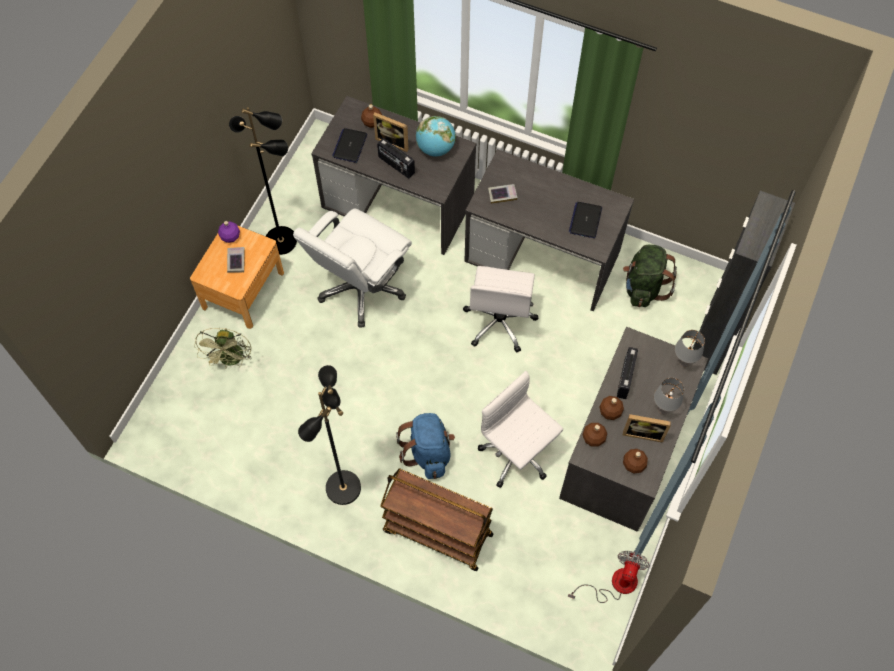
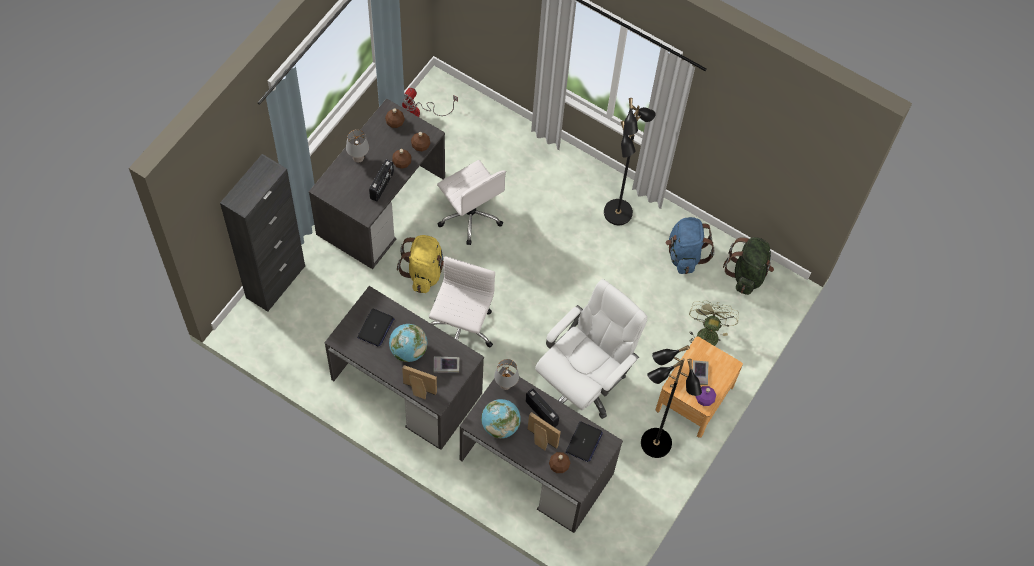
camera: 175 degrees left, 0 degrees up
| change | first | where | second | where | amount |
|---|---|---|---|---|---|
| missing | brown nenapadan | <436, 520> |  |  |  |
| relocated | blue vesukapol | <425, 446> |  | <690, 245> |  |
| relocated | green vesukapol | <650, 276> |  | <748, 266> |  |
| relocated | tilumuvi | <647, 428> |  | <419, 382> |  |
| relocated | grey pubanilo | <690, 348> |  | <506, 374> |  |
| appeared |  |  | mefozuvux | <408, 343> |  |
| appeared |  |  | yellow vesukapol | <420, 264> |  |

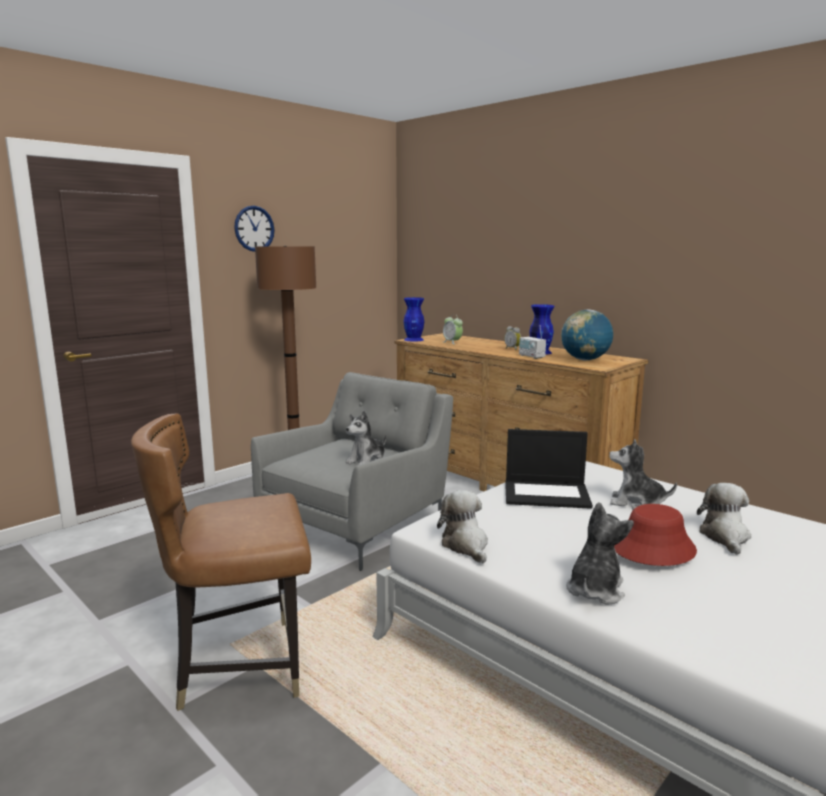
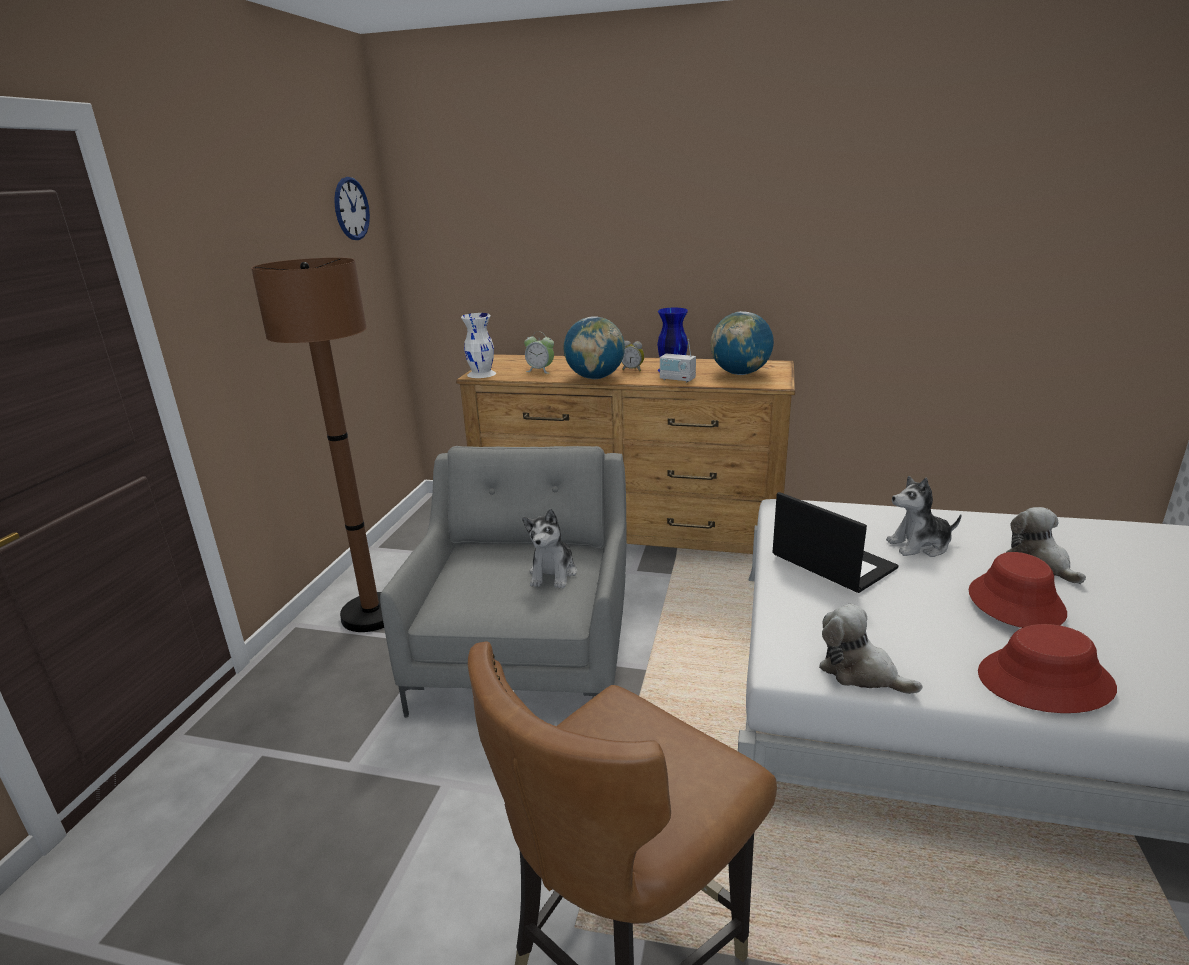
camera: 30 degrees left, 10 degrees up
| change | first | where | second | where | amount |
|---|---|---|---|---|---|
| relocated | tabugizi | <254, 229> |  | <352, 208> |  |
| colour | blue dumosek | <414, 319> | white dumosek | <478, 345> |  |
| spun | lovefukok | <549, 469> |  | <836, 542> | 105 degrees counterclockwise |
| exchanged | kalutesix | <600, 553> | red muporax | <1047, 668> |  |
| appeared |  |  | mefozuvux | <594, 347> |  |

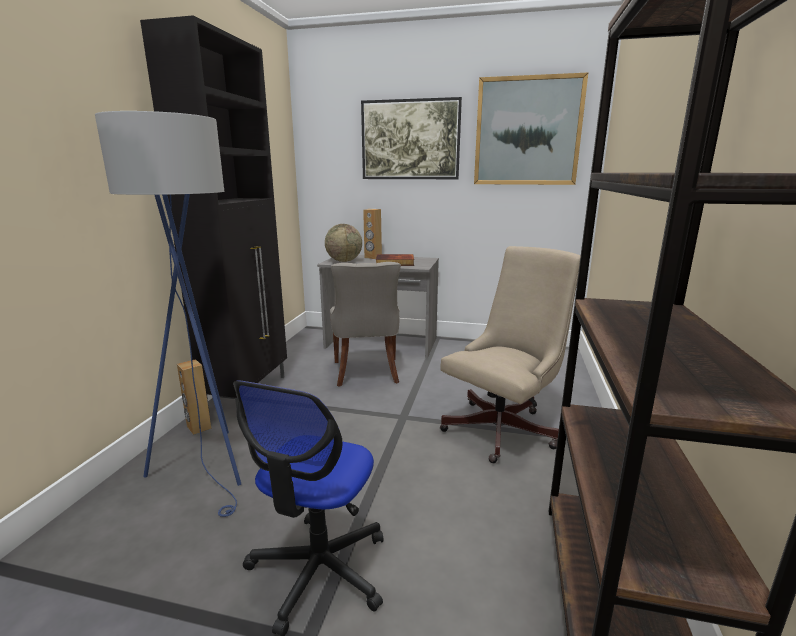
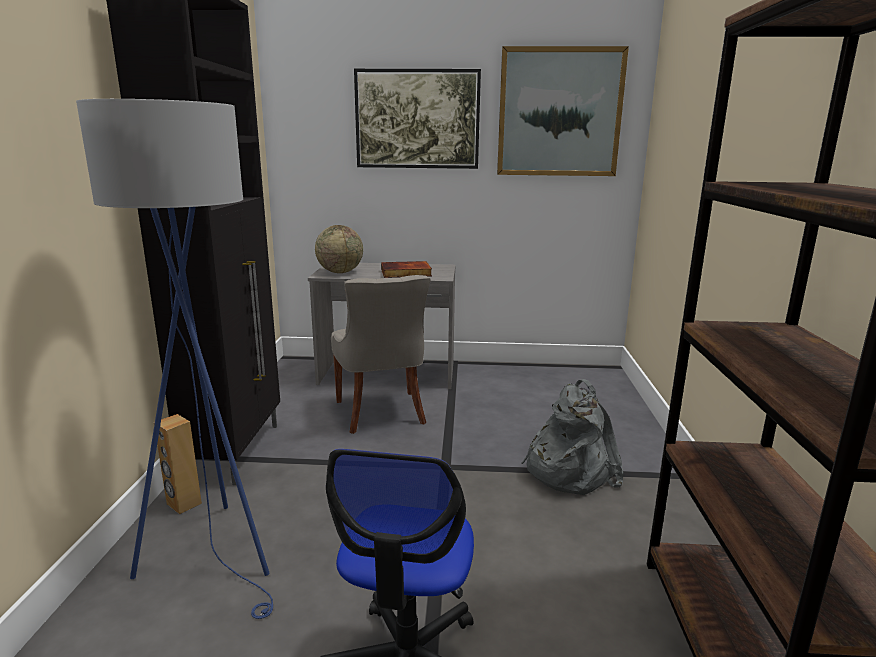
camera: 10 degrees left, 0 degrees up
| change | first | where | second | where | amount |
|---|---|---|---|---|---|
| missing | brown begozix | <372, 234> |  |  |  |
| exchanged | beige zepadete | <510, 354> | grey vesukapol | <572, 437> |  |

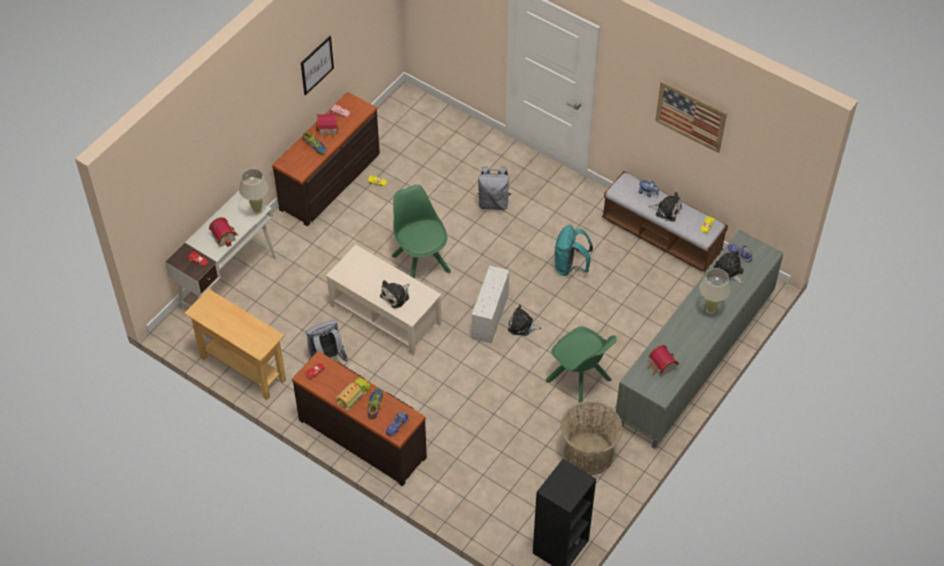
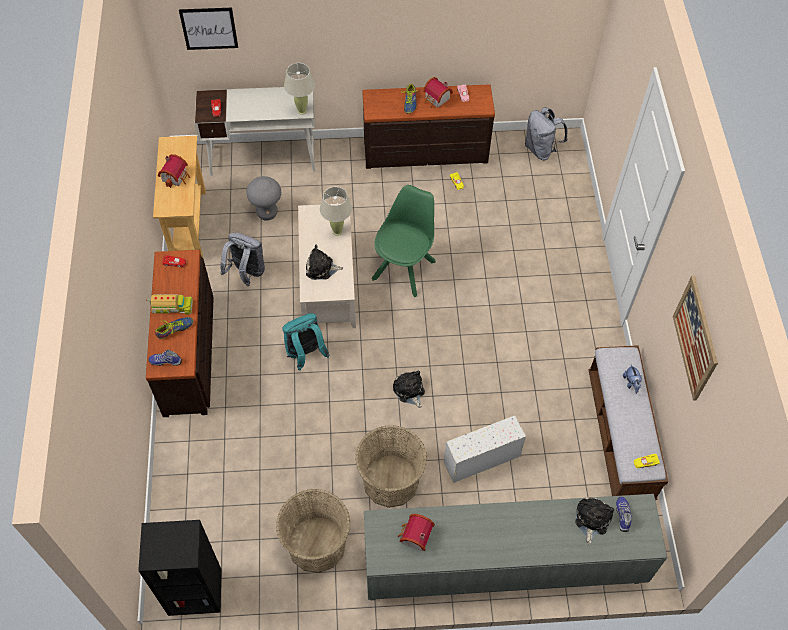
camera: 50 degrees right, 5 degrees up
| change | first | where | second | where | amount |
|---|---|---|---|---|---|
| relocated | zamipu | <223, 232> |  | <174, 171> |  |
| relocated | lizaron | <317, 65> |  | <208, 29> |  |
| relocated | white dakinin | <490, 304> |  | <485, 449> |  |
| relocated | grey vesukapol | <494, 188> |  | <546, 133> |  |
| exchanged | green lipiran | <581, 366> | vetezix | <391, 466> |  |
| relocated | turquoise vesukapol | <574, 250> |  | <306, 341> |  |
| missing | kalutesix | <665, 207> |  |  |  |
| relocated | beige pubanilo | <714, 291> |  | <336, 211> |  |
| appeared |  |  | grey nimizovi | <263, 198> |  |

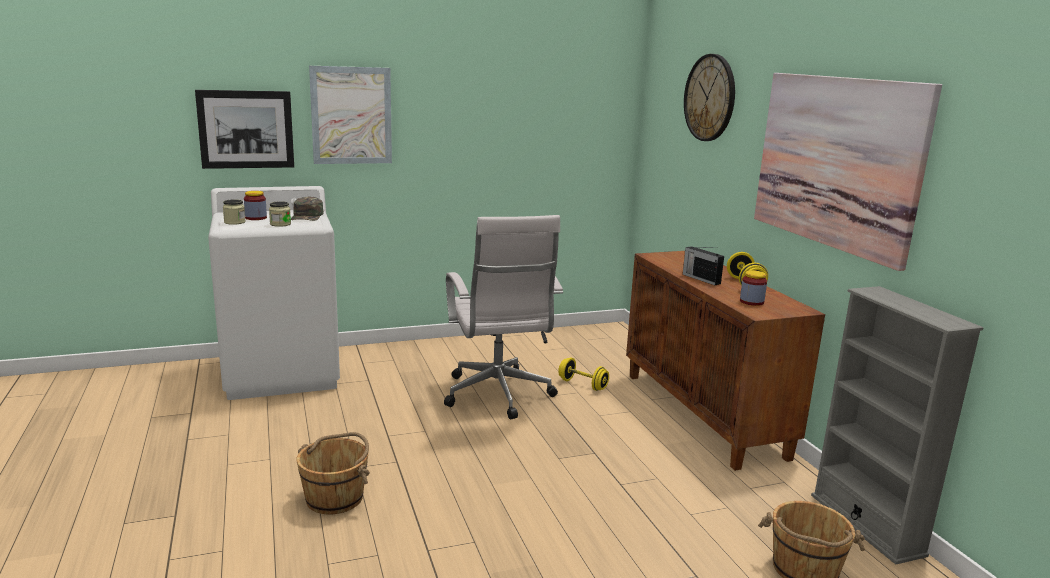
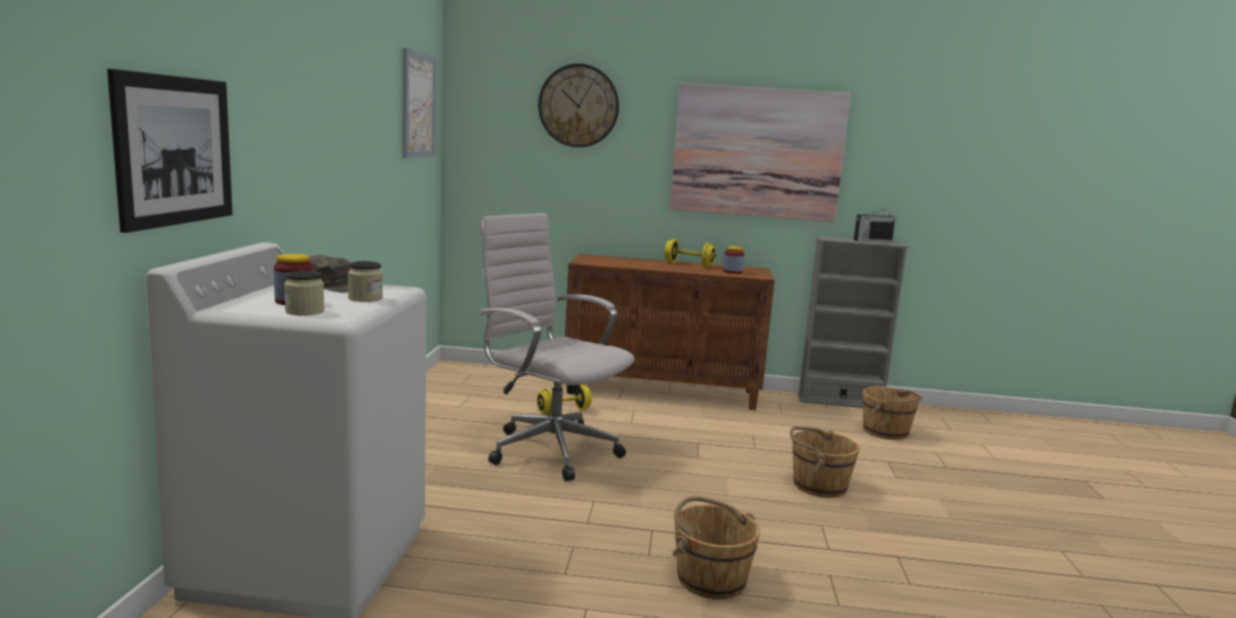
camera: 65 degrees left, 5 degrees down
| change | first | where | second | where | amount |
|---|---|---|---|---|---|
| relocated | lizaron | <350, 115> |  | <419, 103> |  |
| spun | white zepadete | <503, 317> |  | <557, 347> | 150 degrees counterclockwise |
| relocated | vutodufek | <703, 265> |  | <875, 225> |  |
| appeared |  |  | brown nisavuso | <825, 462> |  |

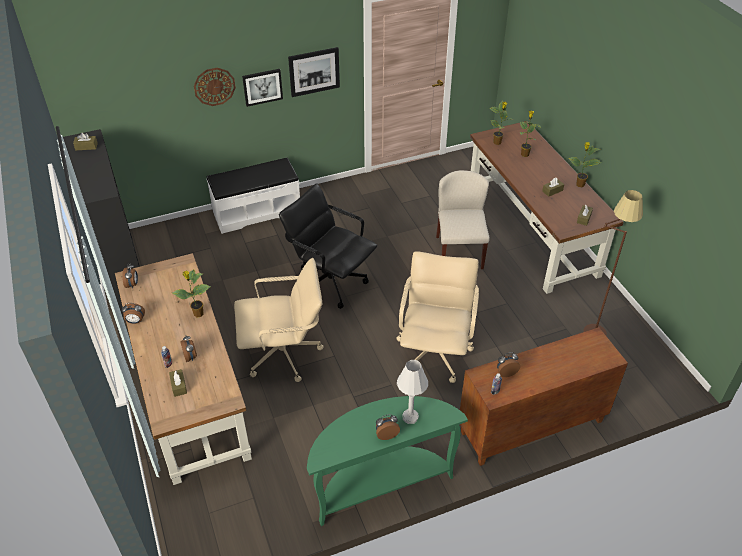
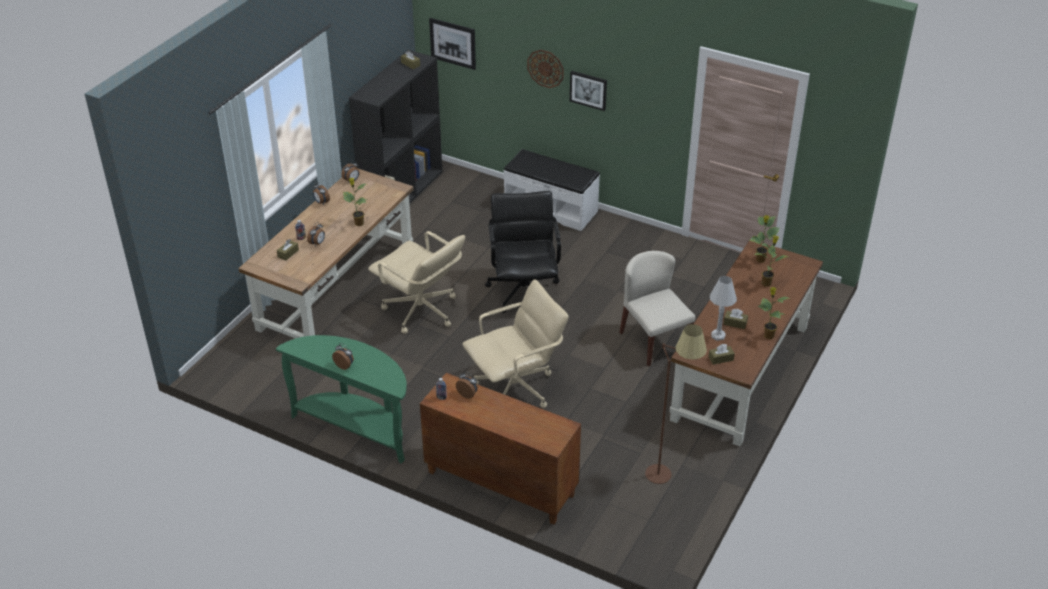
camera: 50 degrees right, 5 degrees down
| change | first | where | second | where | amount |
|---|---|---|---|---|---|
| relocated | lizaron | <314, 72> |  | <452, 44> |  |
| relocated | white pubanilo | <412, 392> |  | <723, 308> |  |
| spun | beige lipiran | <463, 219> |  | <657, 308> | 75 degrees counterclockwise |

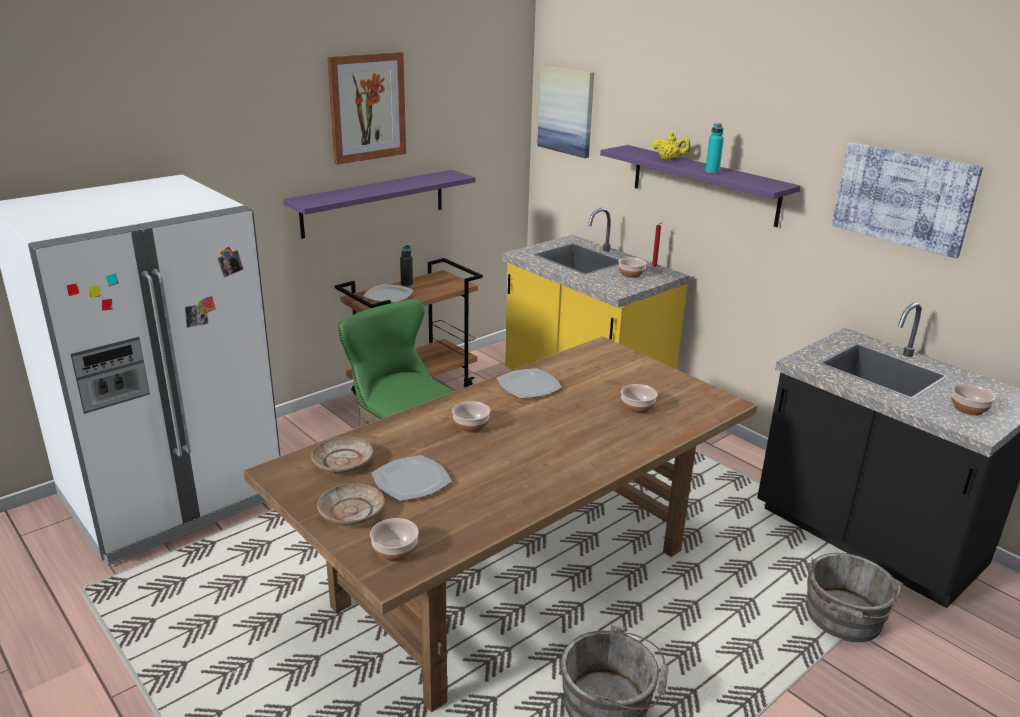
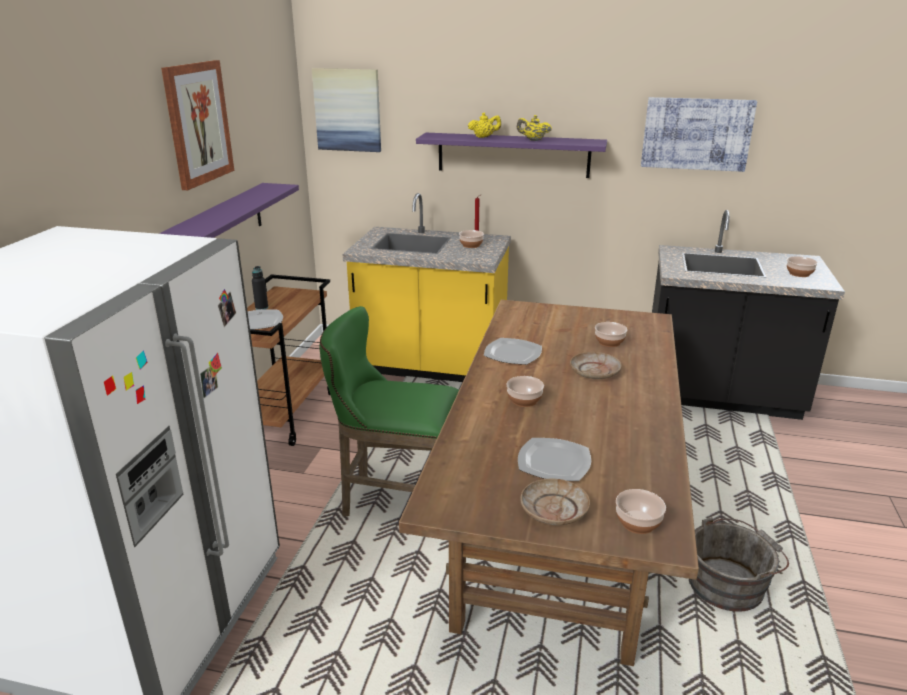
camera: 35 degrees left, 0 degrees up
| change | first | where | second | where | amount |
|---|---|---|---|---|---|
| relocated | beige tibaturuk | <342, 455> |  | <596, 365> |  |
| exchanged | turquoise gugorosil | <714, 148> | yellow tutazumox | <534, 128> |  |
| missing | grey nisavuso | <854, 597> |  |  |  |

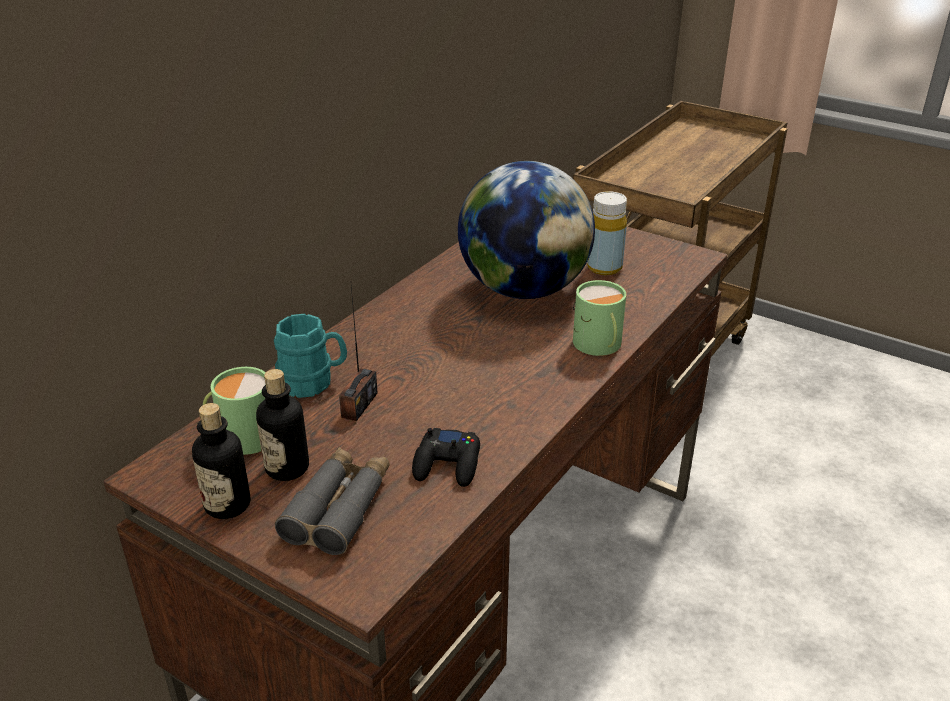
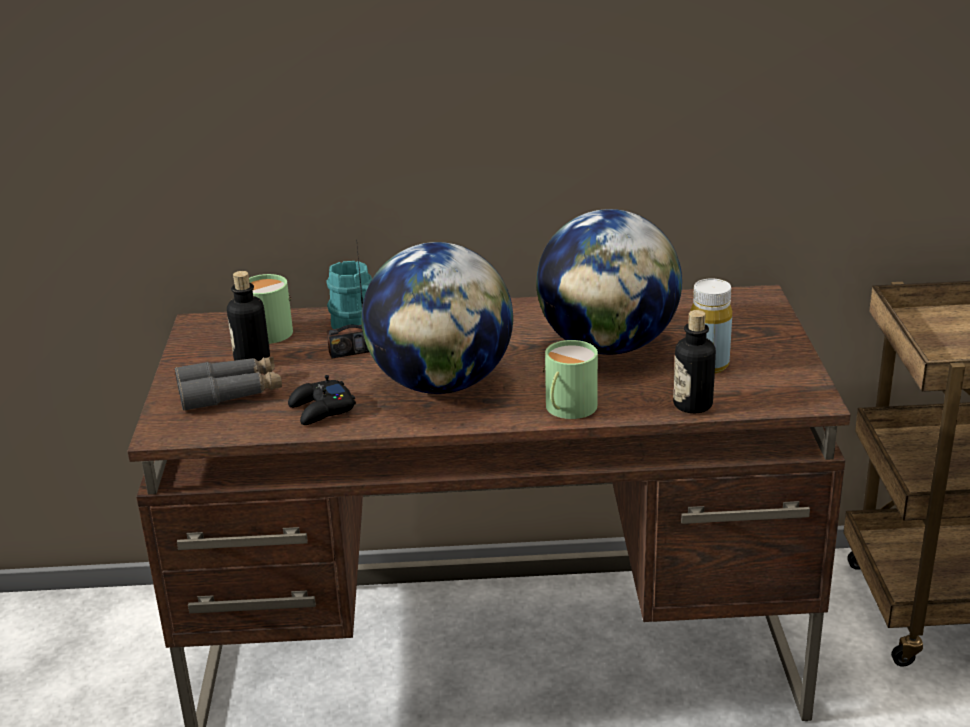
camera: 55 degrees right, 5 degrees down
| change | first | where | second | where | amount |
|---|---|---|---|---|---|
| relocated | gugorosil | <221, 461> |  | <694, 361> |  |
| appeared |  |  | mefozuvux | <437, 318> |  |

